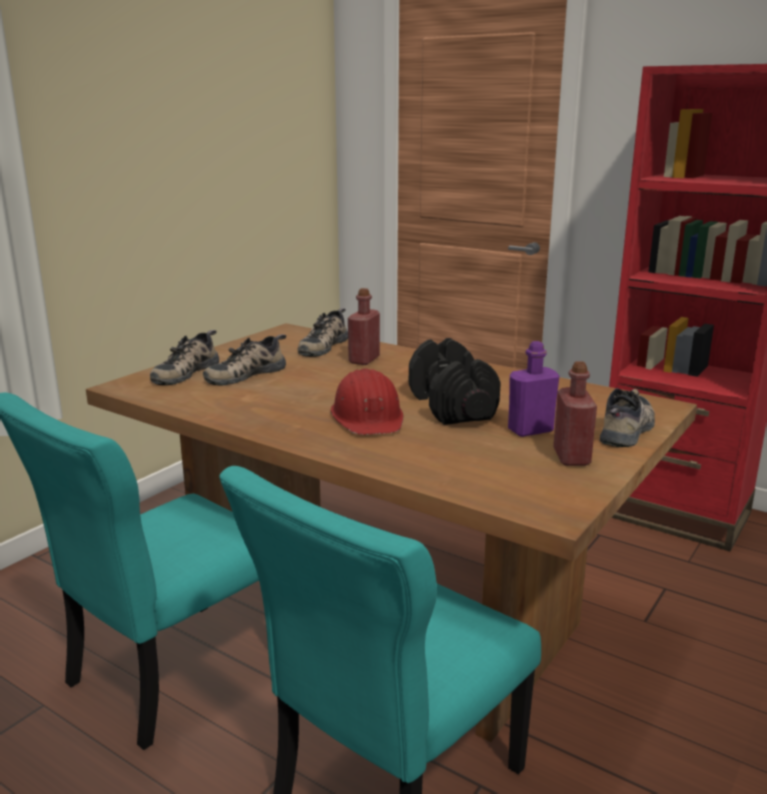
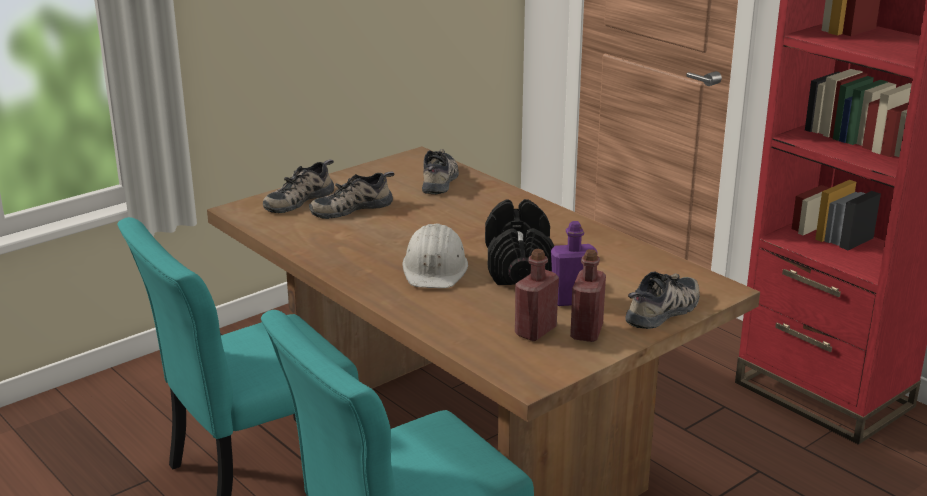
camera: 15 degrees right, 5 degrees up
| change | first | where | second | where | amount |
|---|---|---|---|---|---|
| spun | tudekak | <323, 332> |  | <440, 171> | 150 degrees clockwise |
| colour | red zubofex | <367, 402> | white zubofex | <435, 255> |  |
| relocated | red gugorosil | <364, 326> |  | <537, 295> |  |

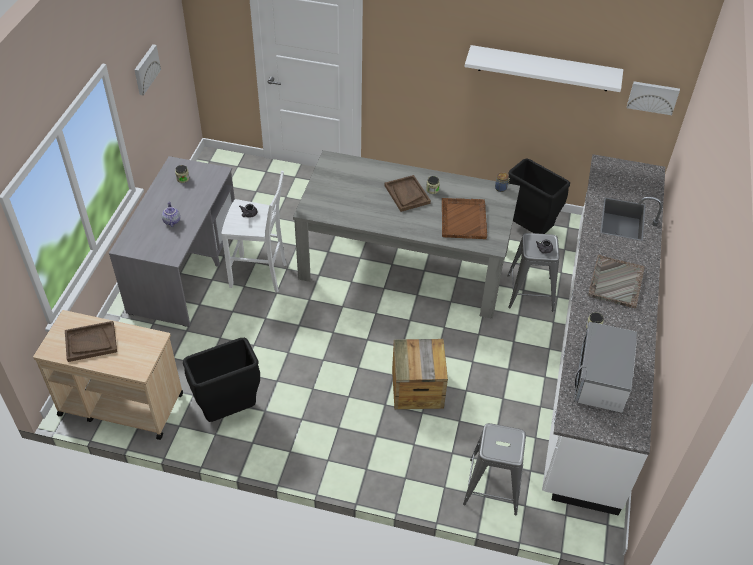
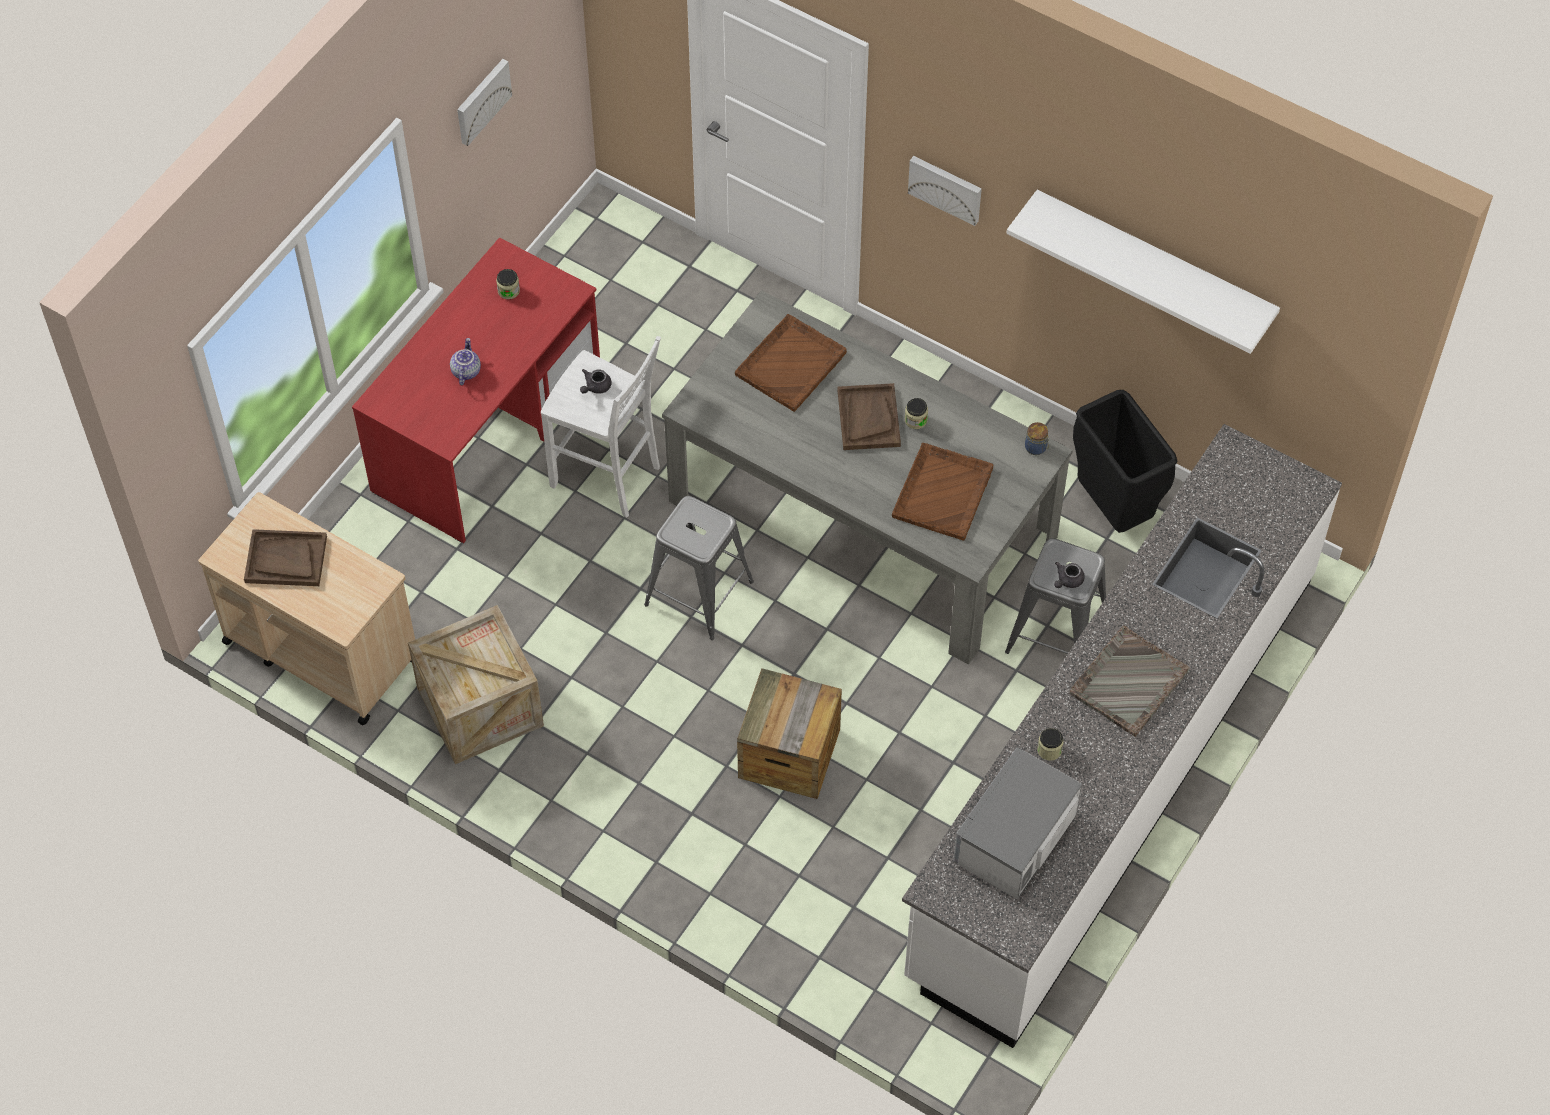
camera: 20 degrees right, 10 degrees up
| change | first | where | second | where | amount |
|---|---|---|---|---|---|
| colour | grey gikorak | <172, 241> | red gikorak | <476, 390> |  |
| exchanged | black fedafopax | <221, 380> | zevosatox | <476, 684> |  |
| relocated | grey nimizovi | <494, 469> |  | <699, 568> |  |
| relocated | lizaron | <653, 98> |  | <945, 191> |  |
| appeared |  |  | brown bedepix | <791, 363> |  |

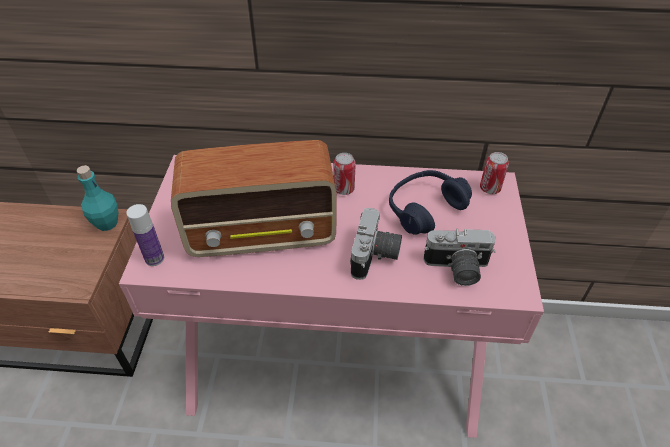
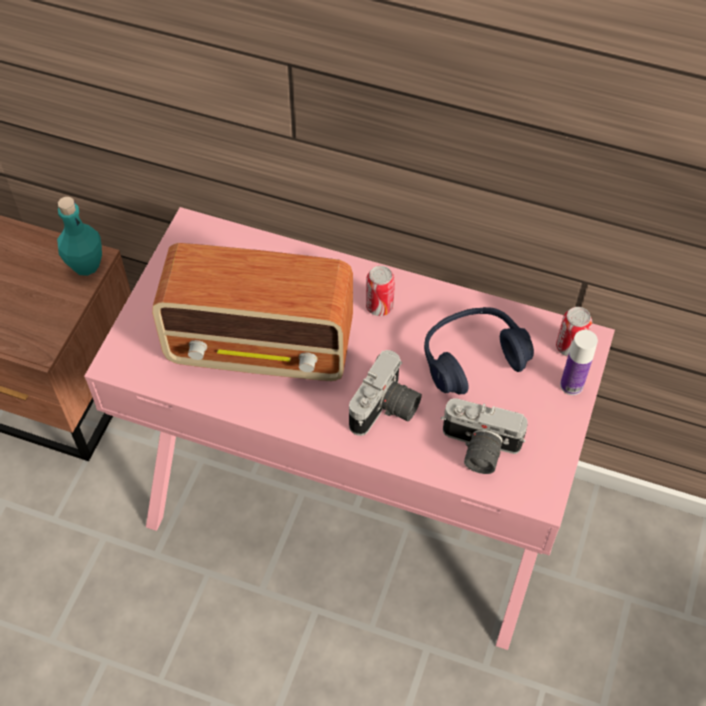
camera: 15 degrees right, 10 degrees up
| change | first | where | second | where | amount |
|---|---|---|---|---|---|
| relocated | gugorosil | <145, 235> |  | <579, 362> |  |

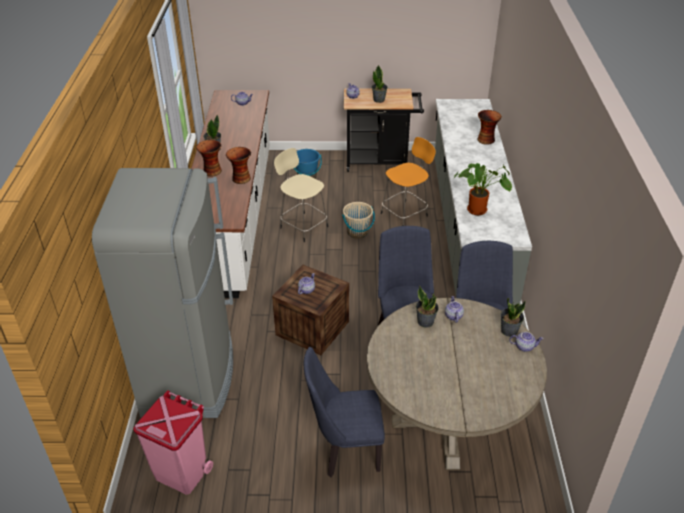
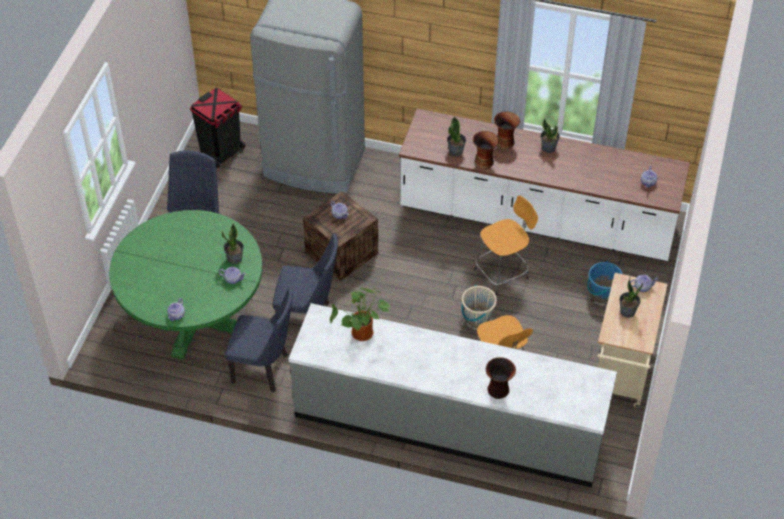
camera: 105 degrees right, 10 degrees up
| change | first | where | second | where | amount |
|---|---|---|---|---|---|
| colour | pink fedafopax | <173, 443> | black fedafopax | <217, 128> |  |
| colour | beige nimizovi | <301, 195> | orange nimizovi | <506, 245> |  |
| colour | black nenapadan | <384, 130> | beige nenapadan | <632, 340> |  |
| colour | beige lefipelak | <457, 384> | green lefipelak | <186, 285> |  |
| relocated | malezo | <513, 317> |  | <456, 137> |  |

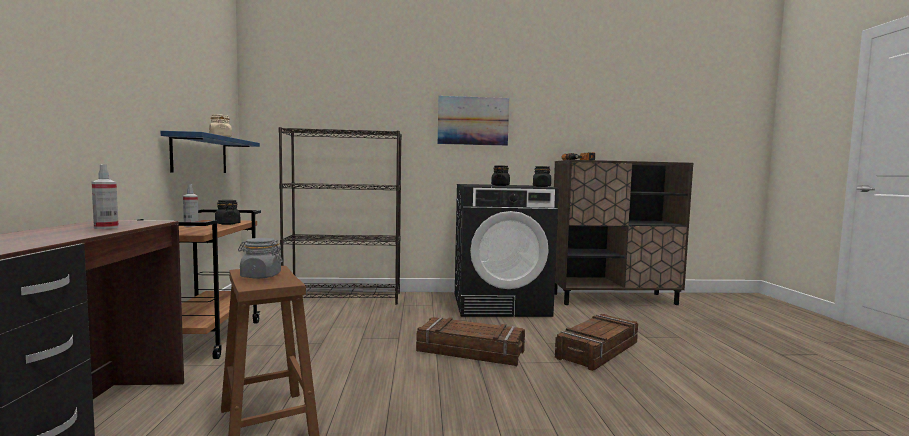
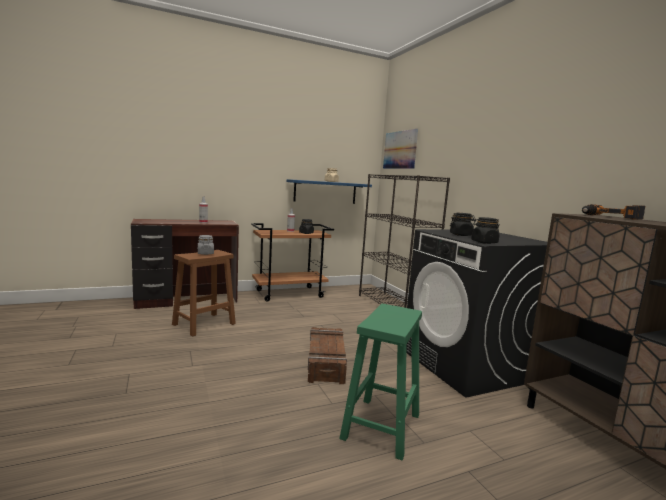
camera: 70 degrees right, 5 degrees up
| change | first | where | second | where | amount |
|---|---|---|---|---|---|
| relocated | lizaron | <473, 121> |  | <400, 149> |  |
| exchanged | zevosatox | <596, 342> | green nimizovi | <380, 382> |  |

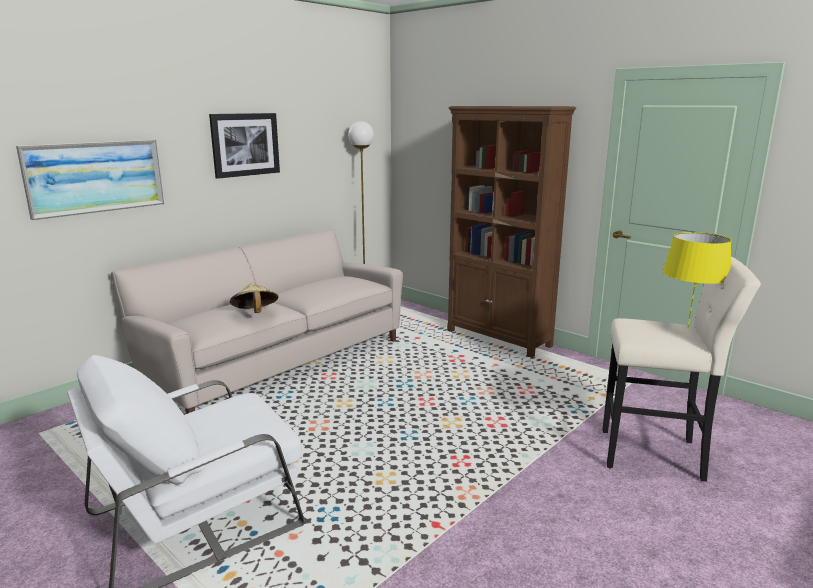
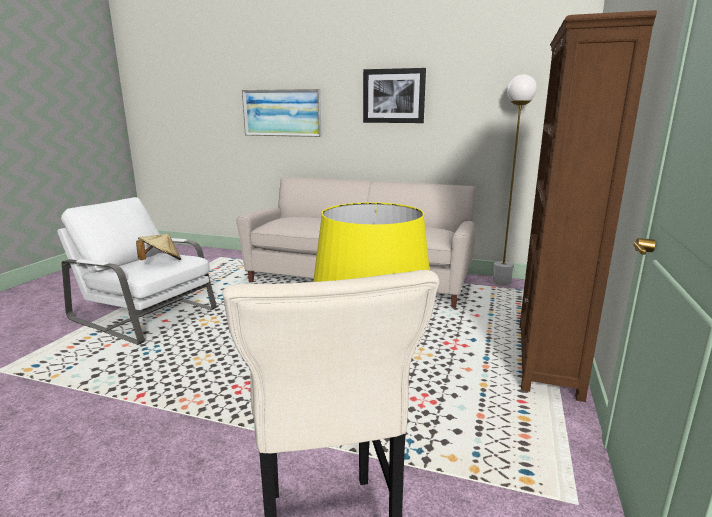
camera: 65 degrees right, 0 degrees up
| change | first | where | second | where | amount |
|---|---|---|---|---|---|
| relocated | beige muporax | <254, 298> |  | <158, 247> |  |

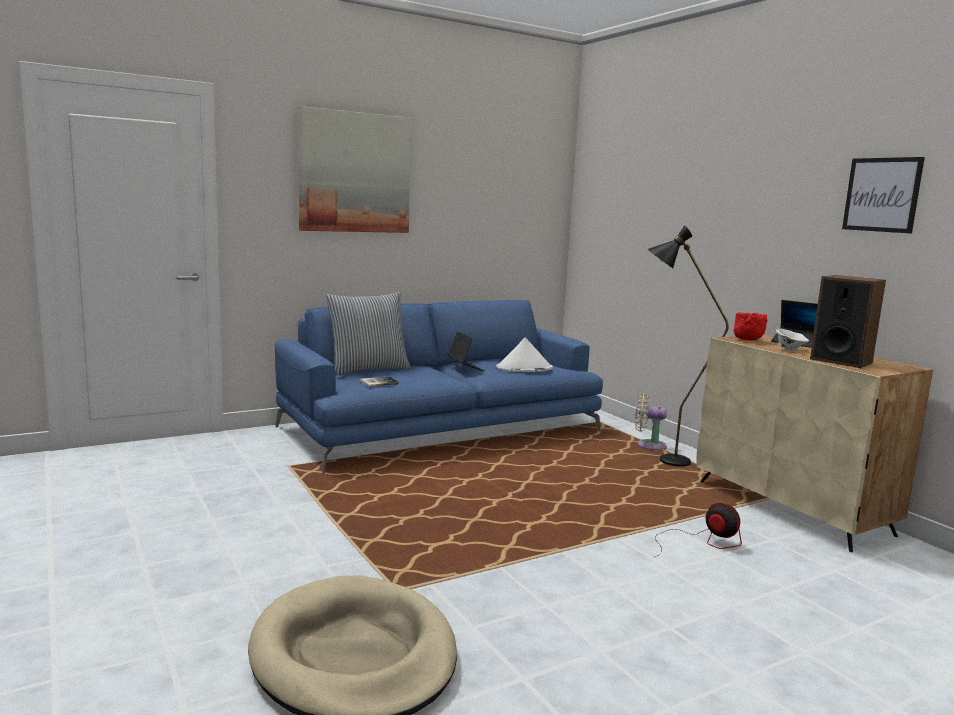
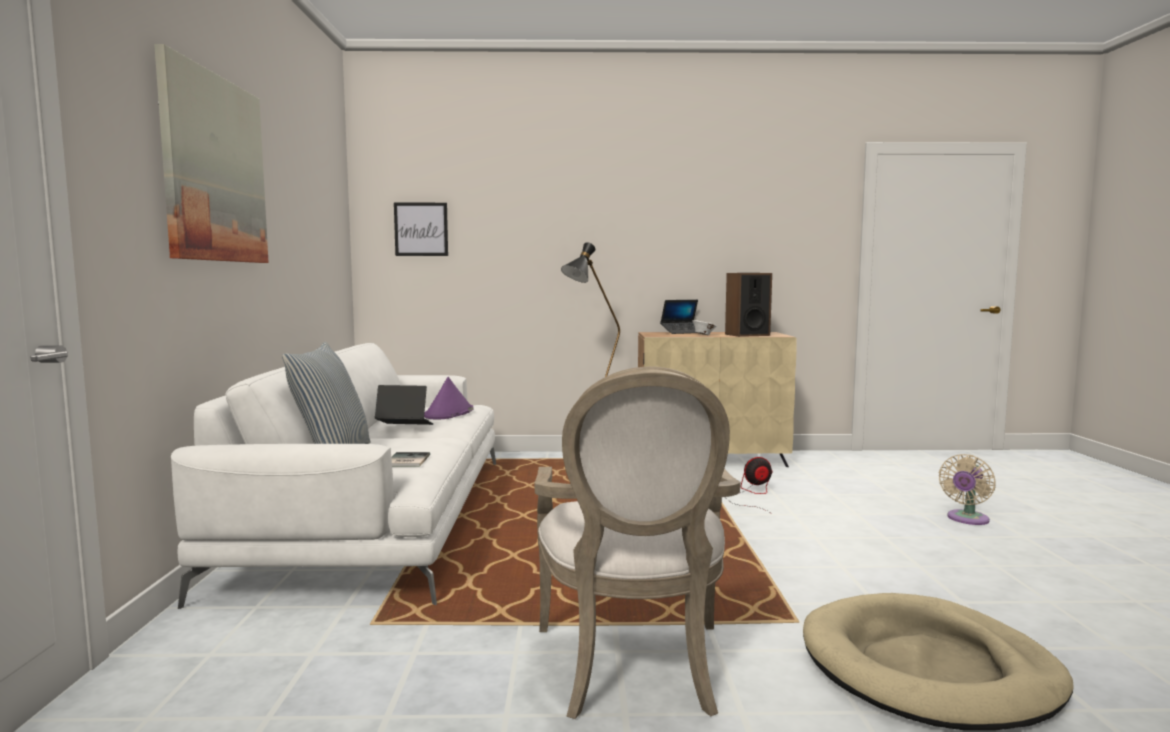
camera: 60 degrees left, 5 degrees down
| change | first | where | second | where | amount |
|---|---|---|---|---|---|
| colour | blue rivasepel | <439, 387> | white rivasepel | <333, 476> |  |
| colour | white muporax | <524, 354> | purple muporax | <448, 398> |  |
| relocated | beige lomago | <651, 421> |  | <967, 489> |  |
| missing | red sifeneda | <750, 326> |  |  |  |
| relocated | lizaron | <883, 195> |  | <421, 229> |  |
| appeared |  |  | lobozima | <637, 543> |  |

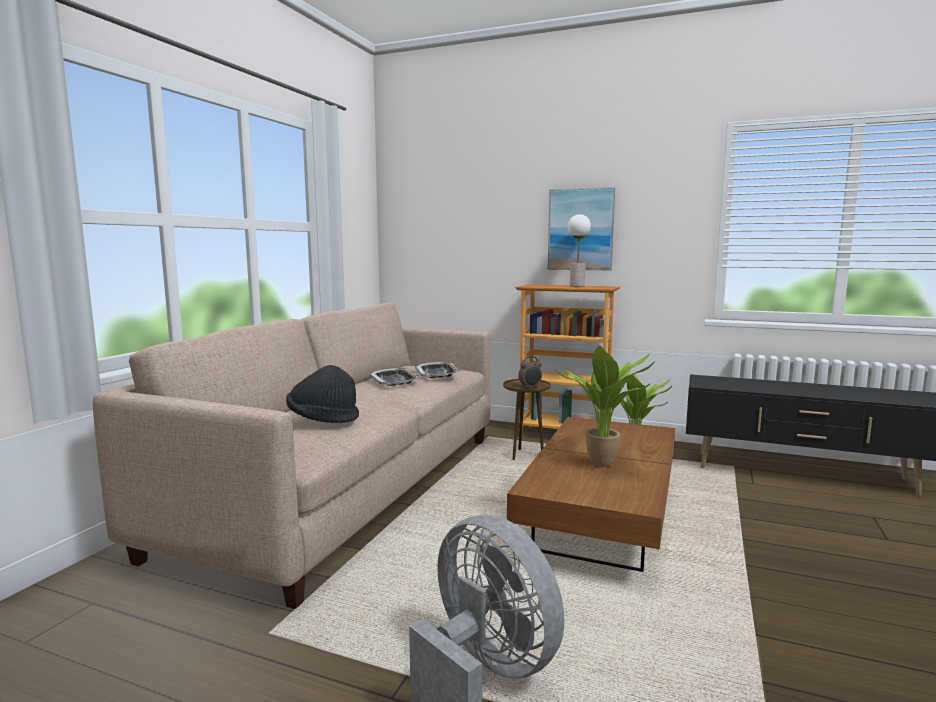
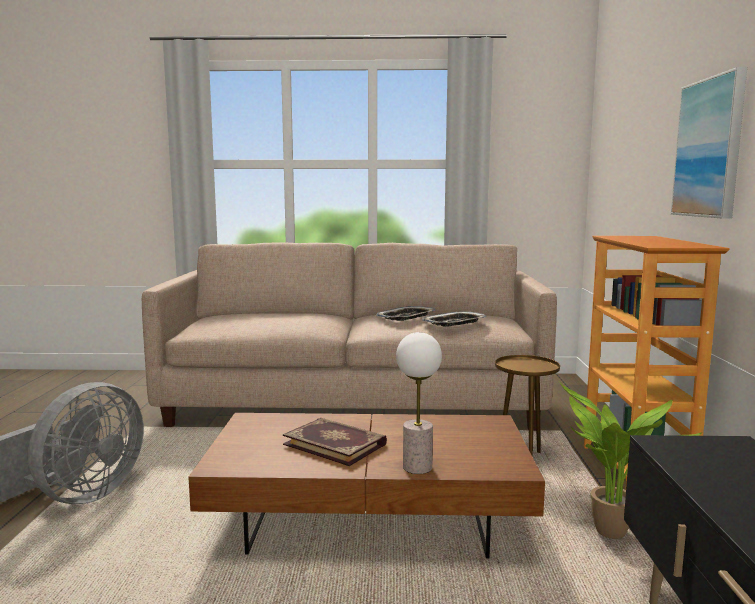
camera: 70 degrees right, 0 degrees up
| change | first | where | second | where | amount |
|---|---|---|---|---|---|
| missing | black muporax | <322, 394> |  |  |  |
| missing | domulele | <530, 372> |  |  |  |
| exchanged | malezo | <605, 406> | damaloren | <335, 442> |  |
| relocated | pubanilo | <579, 250> |  | <419, 403> |  |

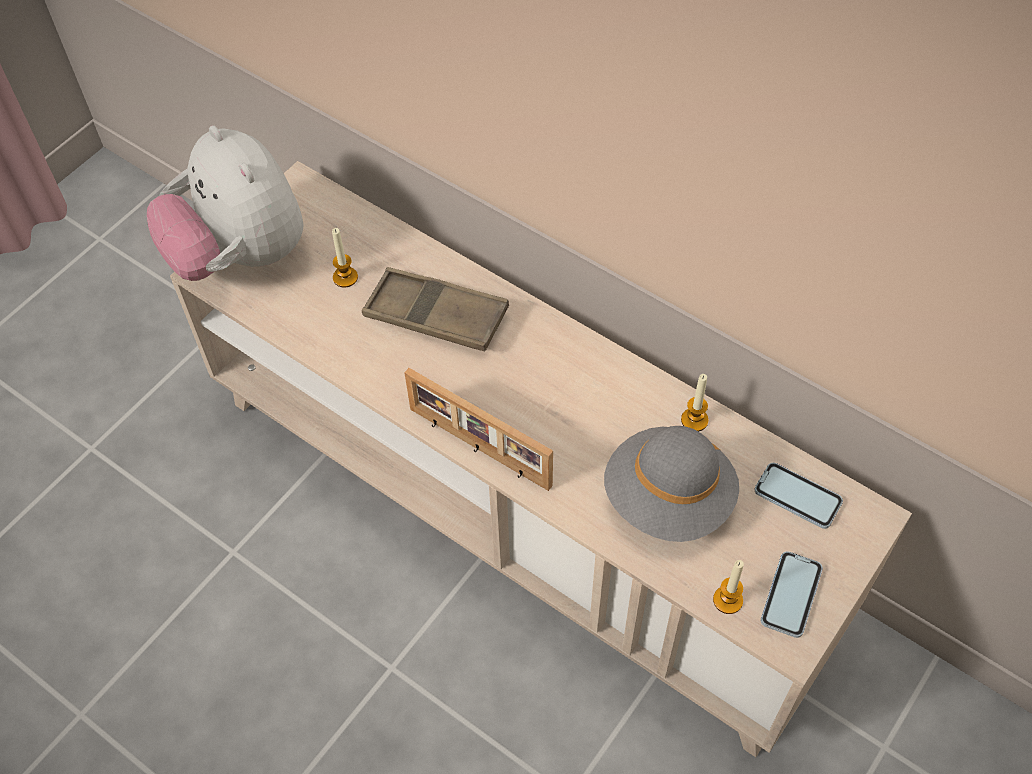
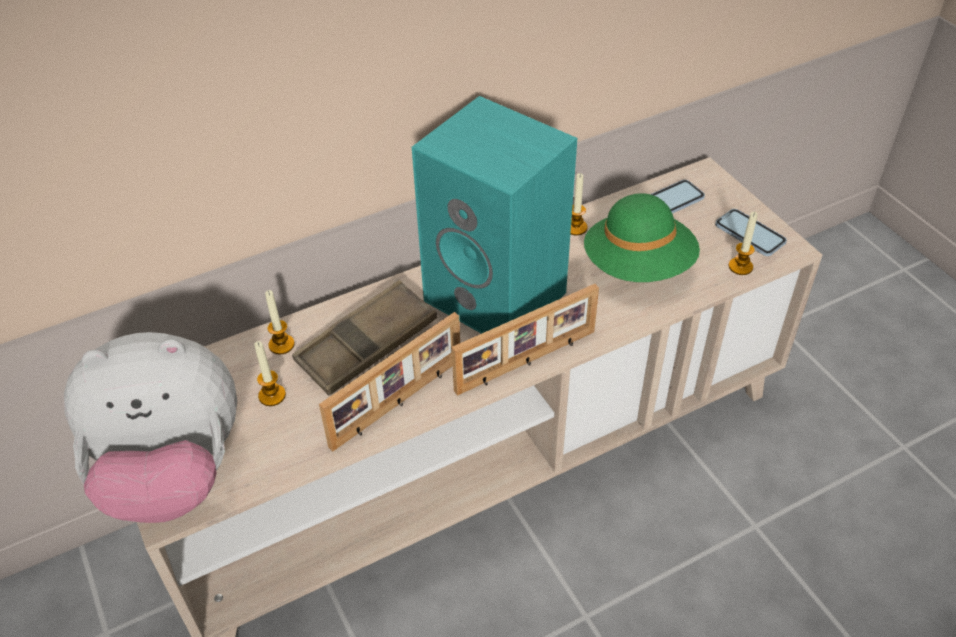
camera: 65 degrees left, 10 degrees down
| change | first | where | second | where | amount |
|---|---|---|---|---|---|
| colour | grey muporax | <671, 484> | green muporax | <642, 237> |  |
| appeared |  |  | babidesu | <280, 322> |  |
| appeared |  |  | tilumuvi | <389, 382> |  |
| appeared |  |  | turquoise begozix | <494, 215> |  |

